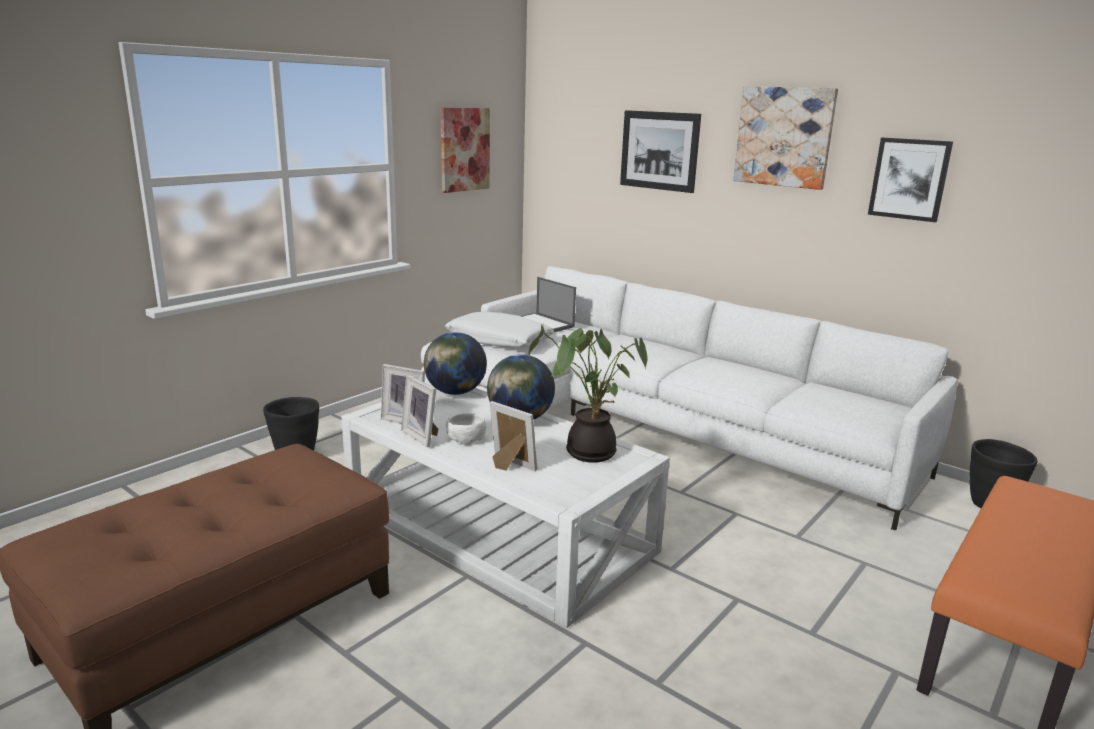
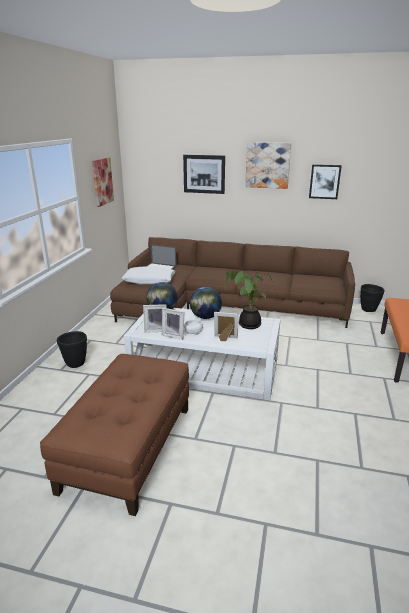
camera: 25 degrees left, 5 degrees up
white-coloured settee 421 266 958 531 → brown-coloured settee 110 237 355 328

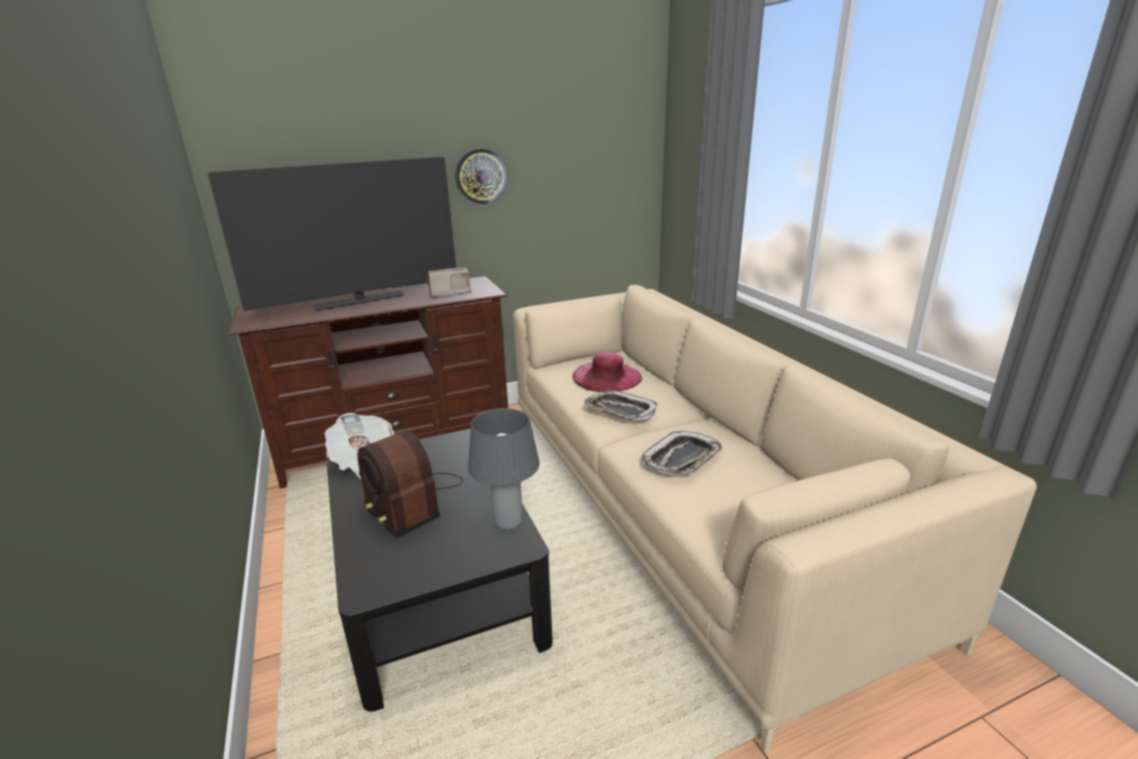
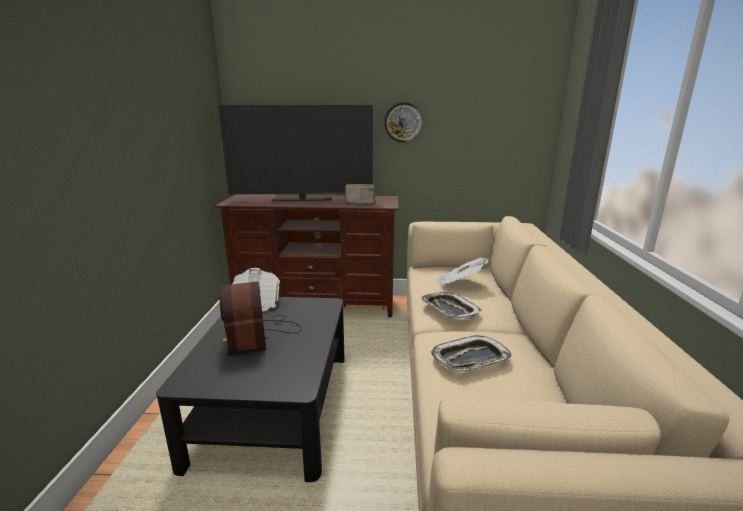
camera: 25 degrees right, 5 degrees down
pink wearable hat 572 352 642 392 → newspaper 437 258 488 286
greyish lamp for a table 468 408 540 530 → -

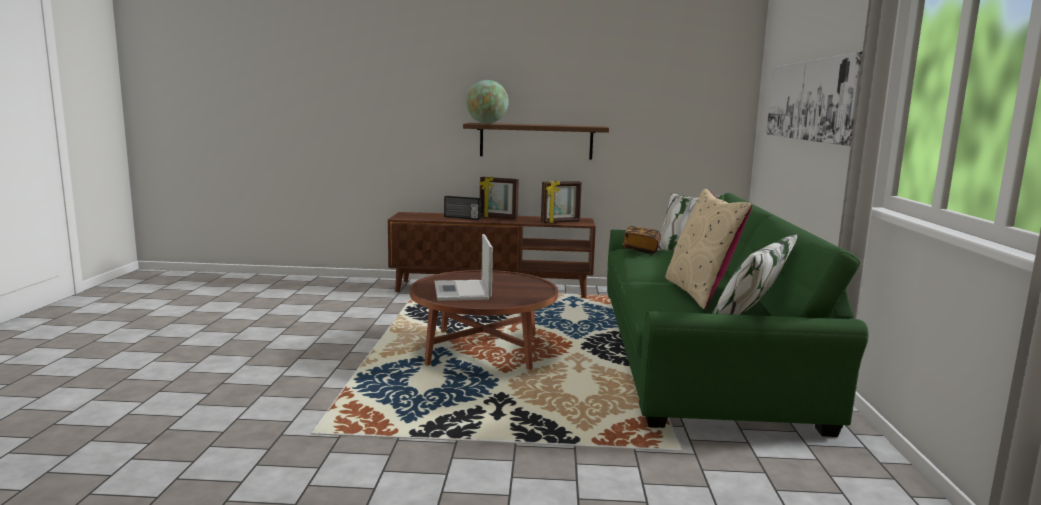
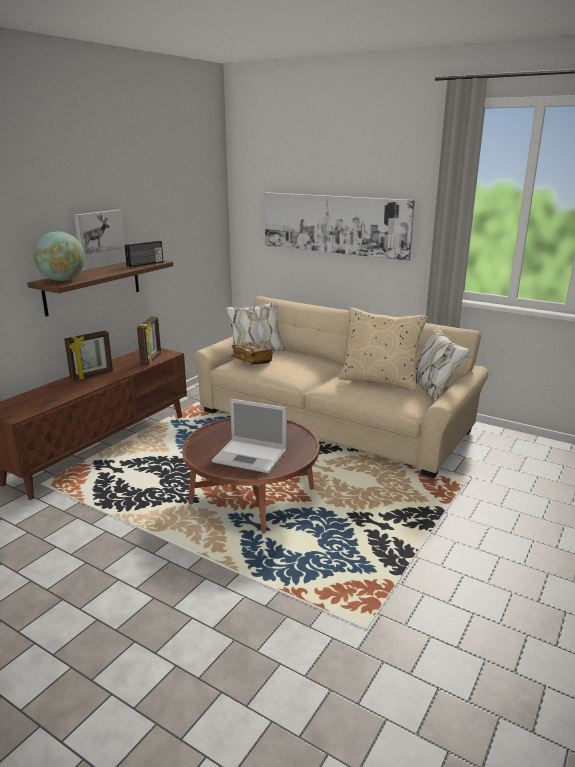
camera: 60 degrees left, 10 degrees up
- → wall art 74 210 125 255
radio 444 196 482 220 → radio 125 241 163 267, move
green-coloured settee 607 193 868 437 → beige settee 193 296 489 478

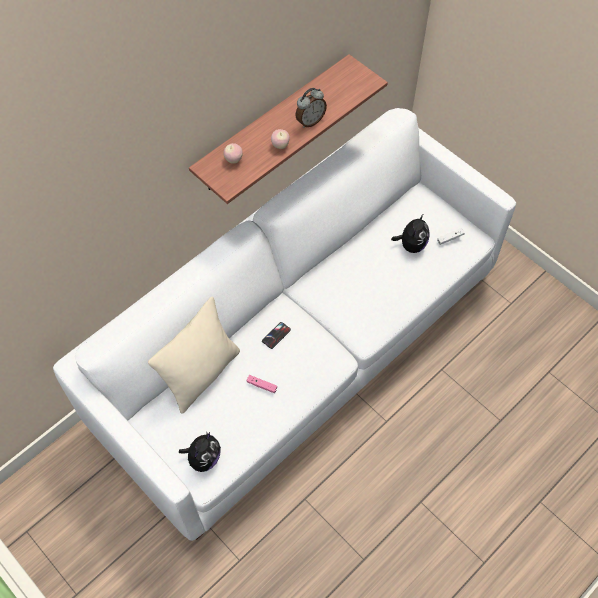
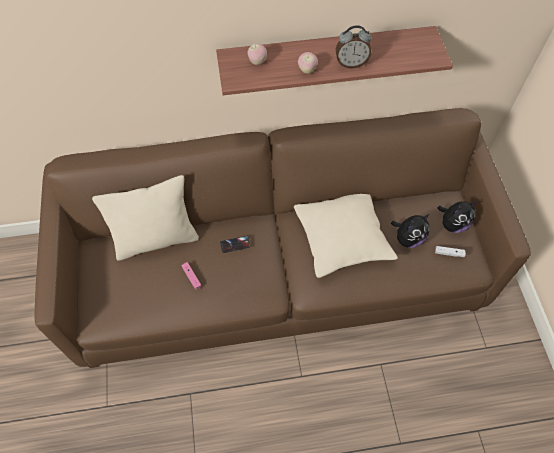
camera: 35 degrees right, 0 degrees up
white-coloured settee 53 108 516 541 → brown-coloured settee 34 108 531 368
- → beige throw pillow 294 194 398 278
plush toy 179 432 221 472 → plush toy 438 201 477 233, move

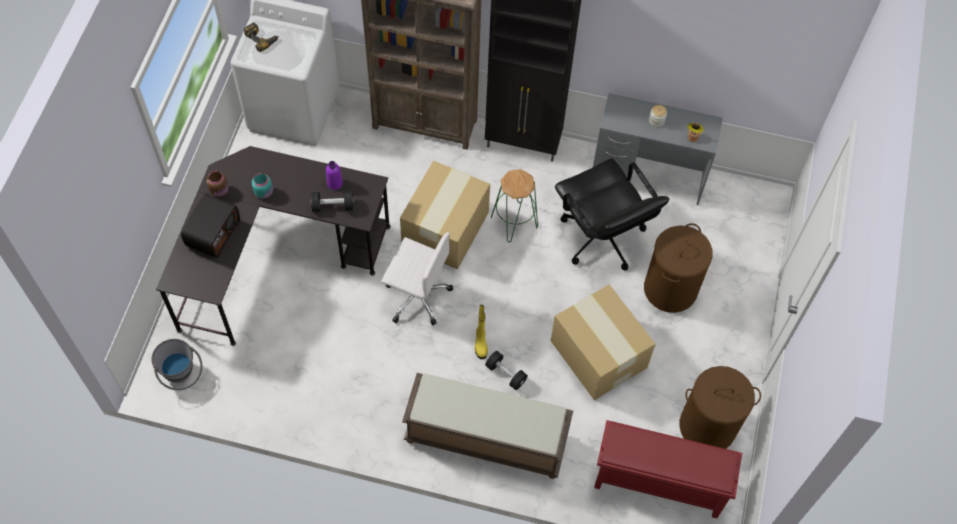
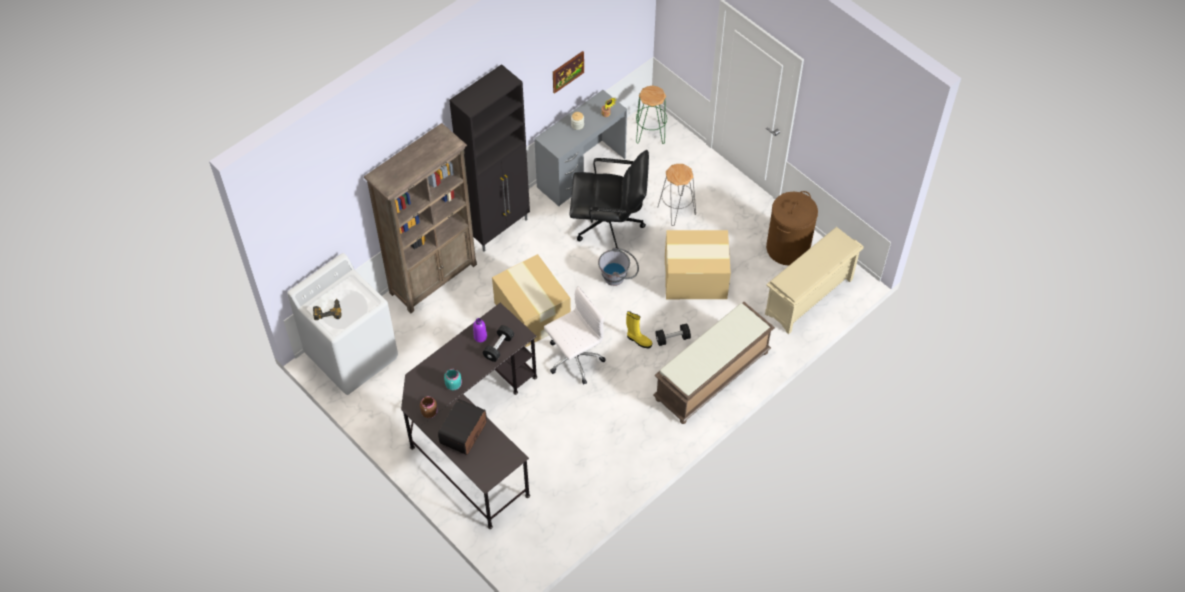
camera: 55 degrees left, 5 degrees down
radio 181 194 240 258 → radio 438 399 486 455, 120 degrees counterclockwise
- → wall art 553 51 584 94
greyish pail 152 339 202 390 → greyish pail 598 247 639 286, move
green-coloured stool seat 491 170 538 242 → green-coloured stool seat 636 86 667 144, move
brown-coloured washing basket 644 223 713 313 → greyish stool seat 657 164 696 226
reddish shoe rack 594 420 742 518 → beige shoe rack 765 227 864 334

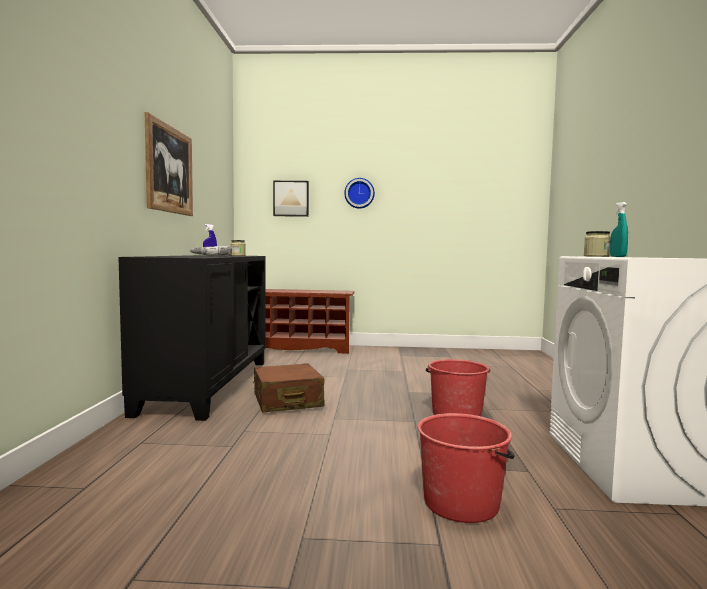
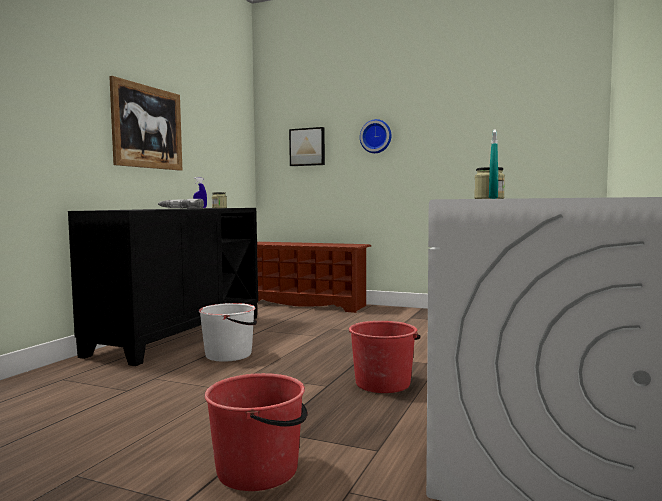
camera: 20 degrees right, 0 degrees up
brown-coloured piece of luggage 253 363 325 413 → white-coloured pail 199 303 257 362

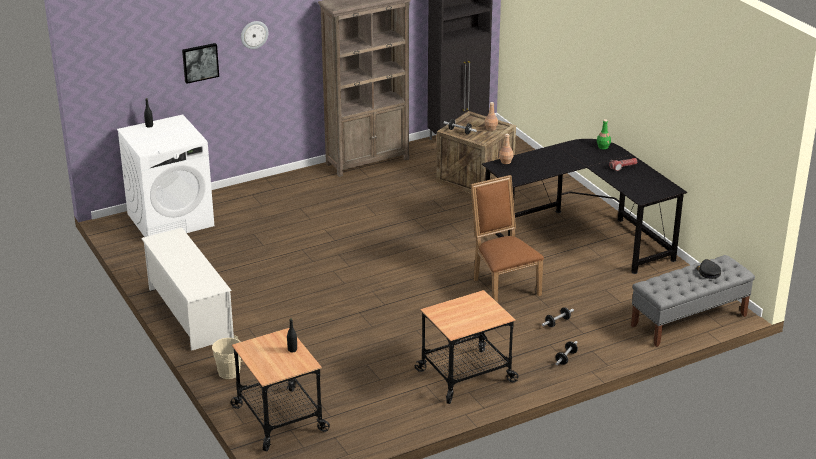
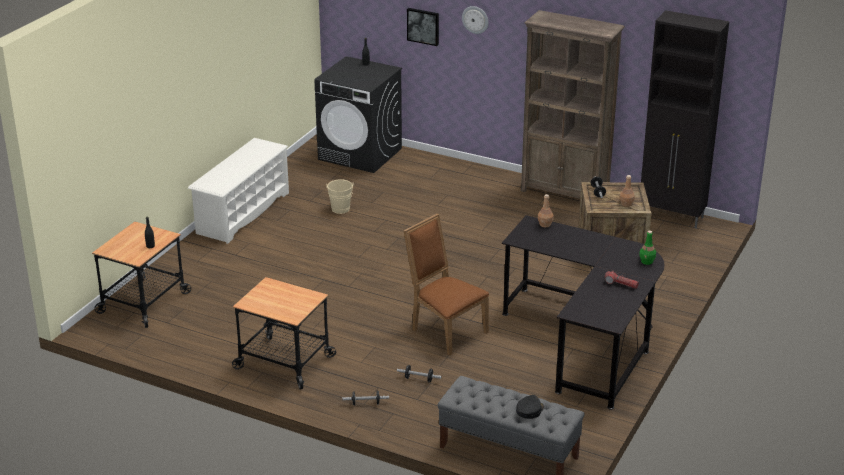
camera: 55 degrees right, 0 degrees up
white-coloured laundry machine 117 115 214 237 → blackish laundry machine 314 56 402 173
beige pail 212 335 242 379 → beige pail 326 180 354 214, move
brown-coloured upright chair 471 175 544 303 → brown-coloured upright chair 404 213 489 356, 75 degrees counterclockwise

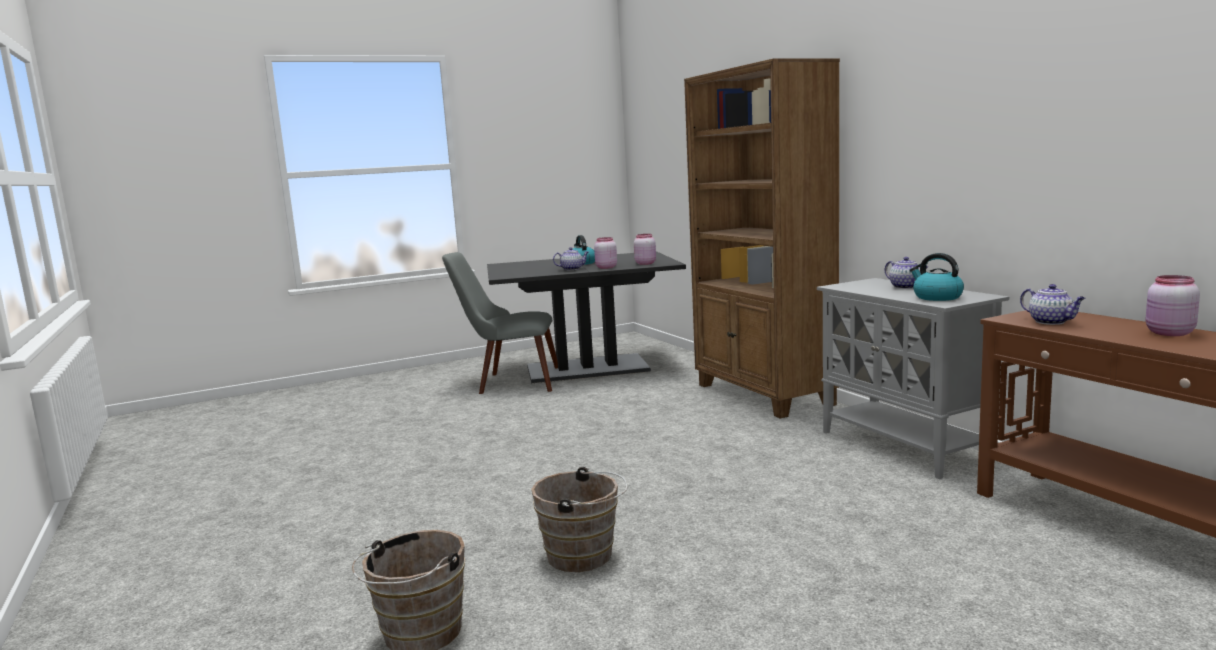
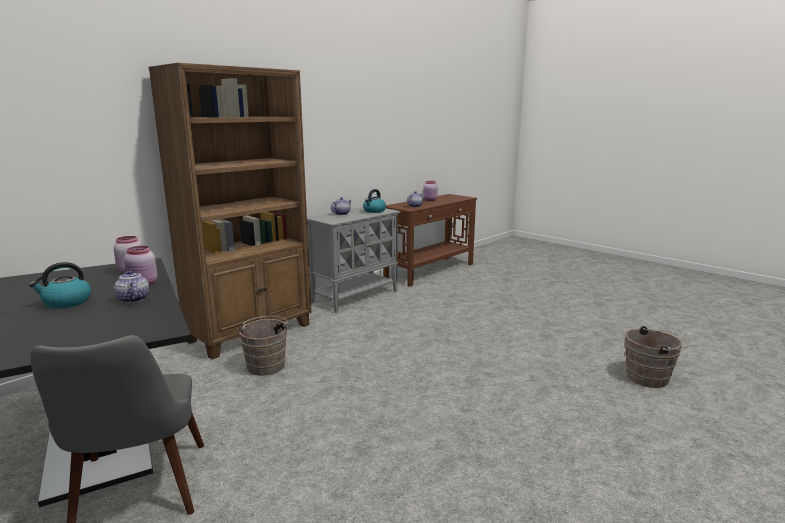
camera: 110 degrees left, 5 degrees up
brown-coloured pail 531 467 627 572 → brown-coloured pail 237 316 290 376, move

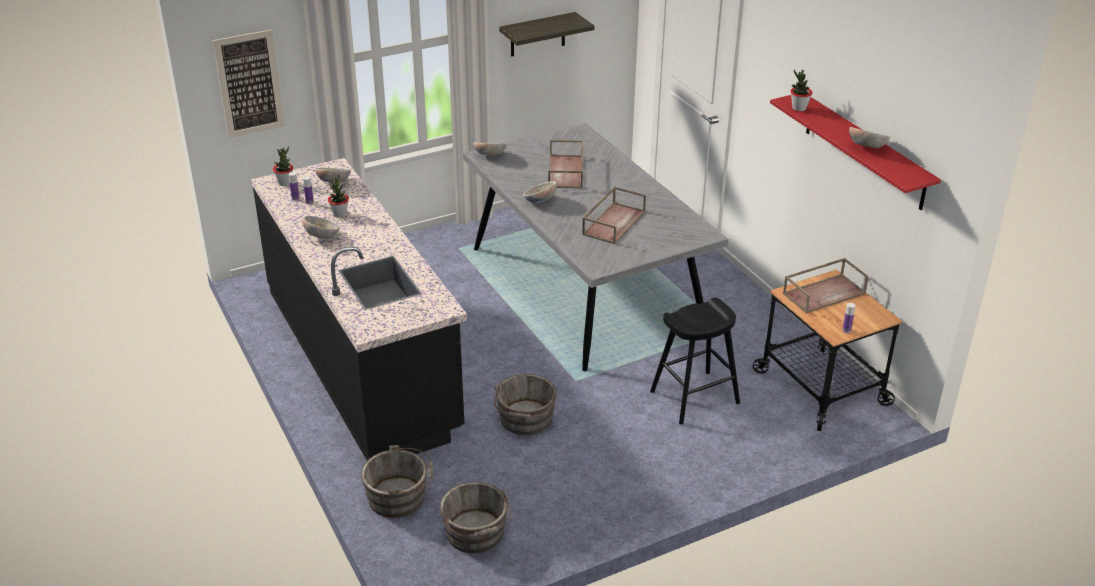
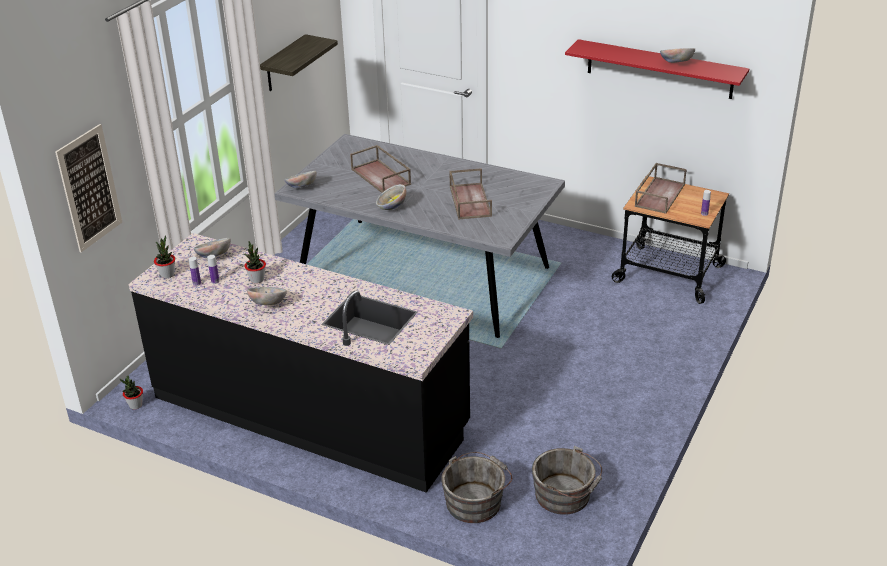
camera: 35 degrees left, 0 degrees up
houseplant 791 70 812 111 → houseplant 120 376 143 409, move
greyish pail 494 374 557 435 → -
blackish stool seat 650 298 740 424 → -

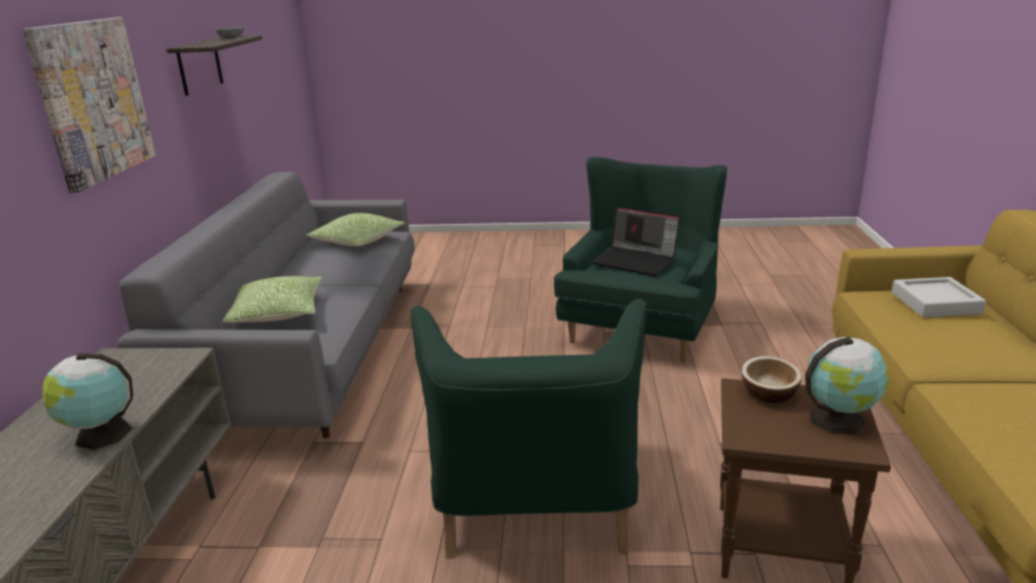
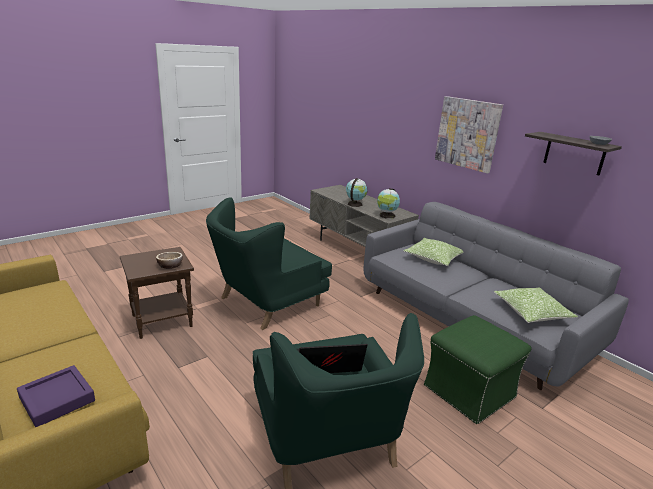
camera: 135 degrees right, 0 degrees up
greyish tray 892 277 986 318 → purple tray 17 365 95 427
green-coloured easy chair 410 299 647 559 → green-coloured easy chair 206 197 332 330, 90 degrees counterclockwise
desk globe 805 337 890 434 → desk globe 377 188 400 219, move
- → green-coloured pouffe 424 315 532 424

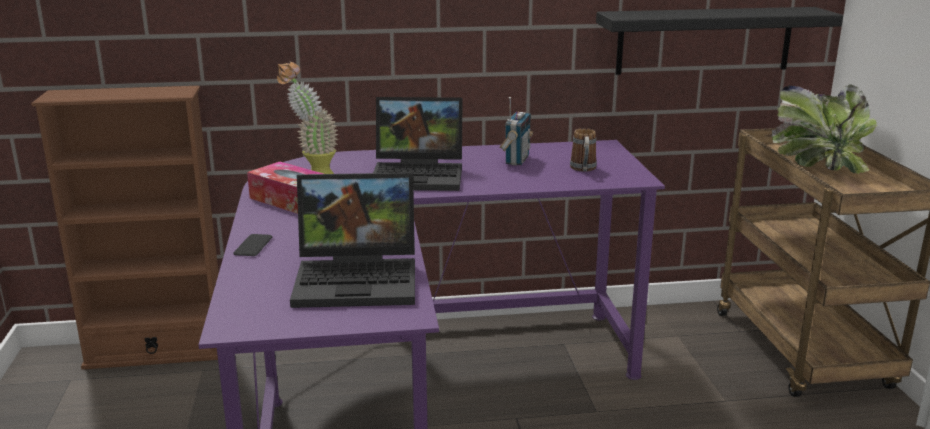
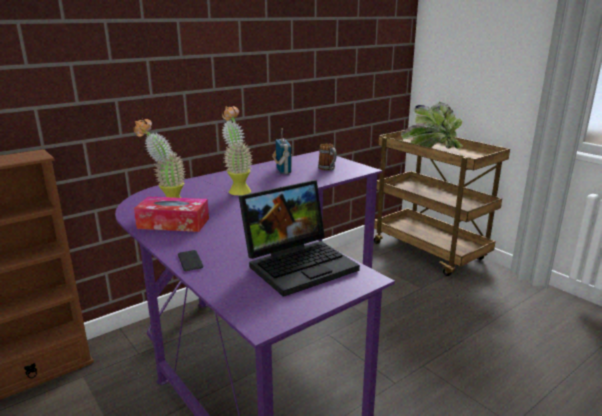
camera: 30 degrees left, 0 degrees up
portable computer 373 97 463 191 → houseplant 222 106 253 195
blackish bracket shelf 596 7 843 75 → -

